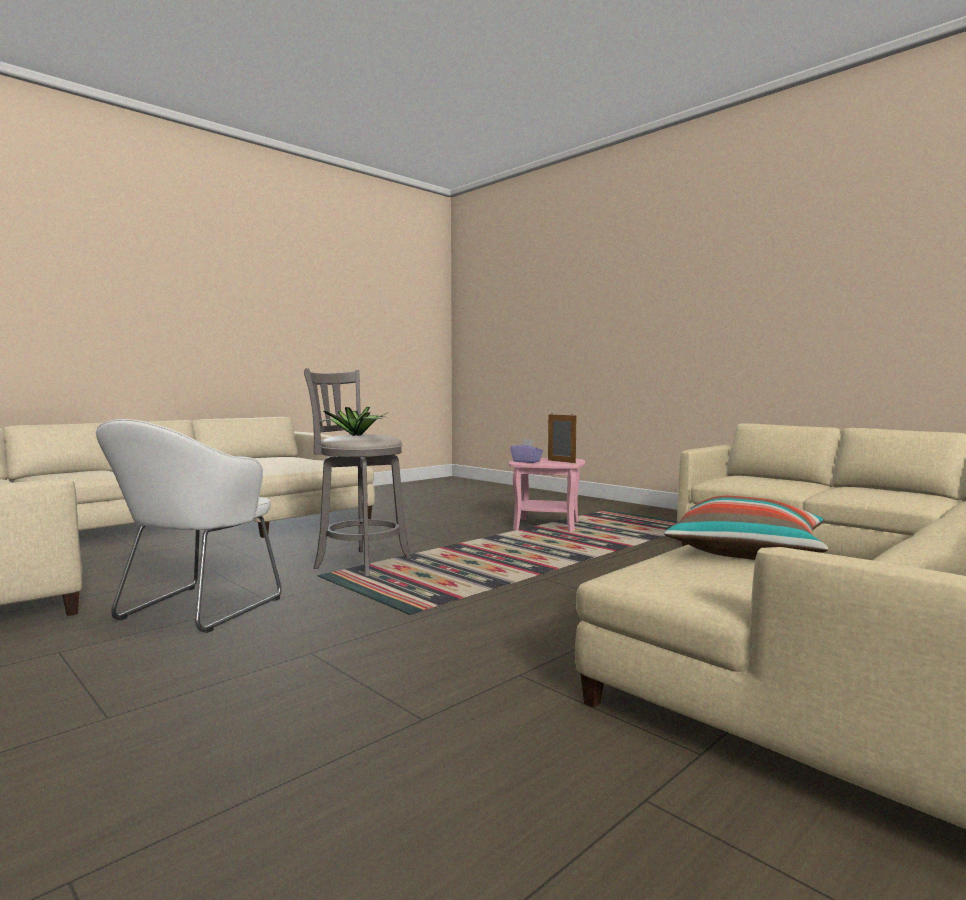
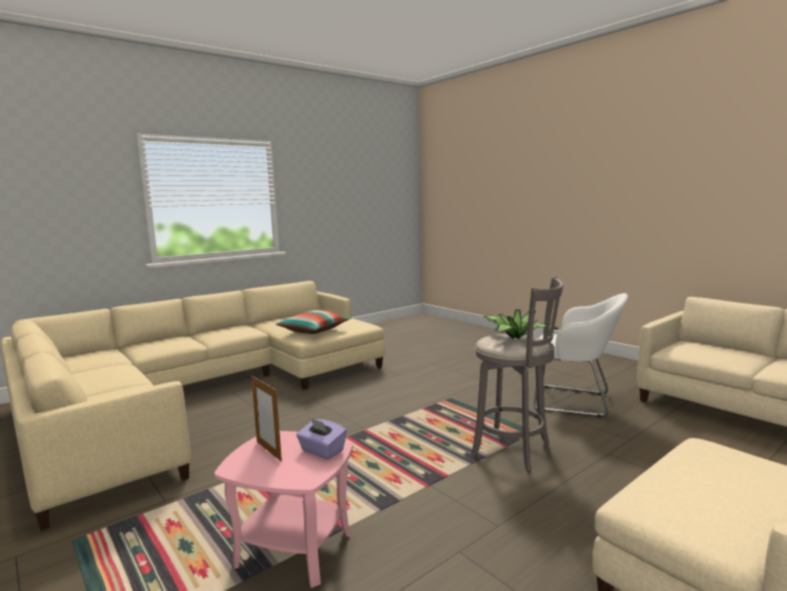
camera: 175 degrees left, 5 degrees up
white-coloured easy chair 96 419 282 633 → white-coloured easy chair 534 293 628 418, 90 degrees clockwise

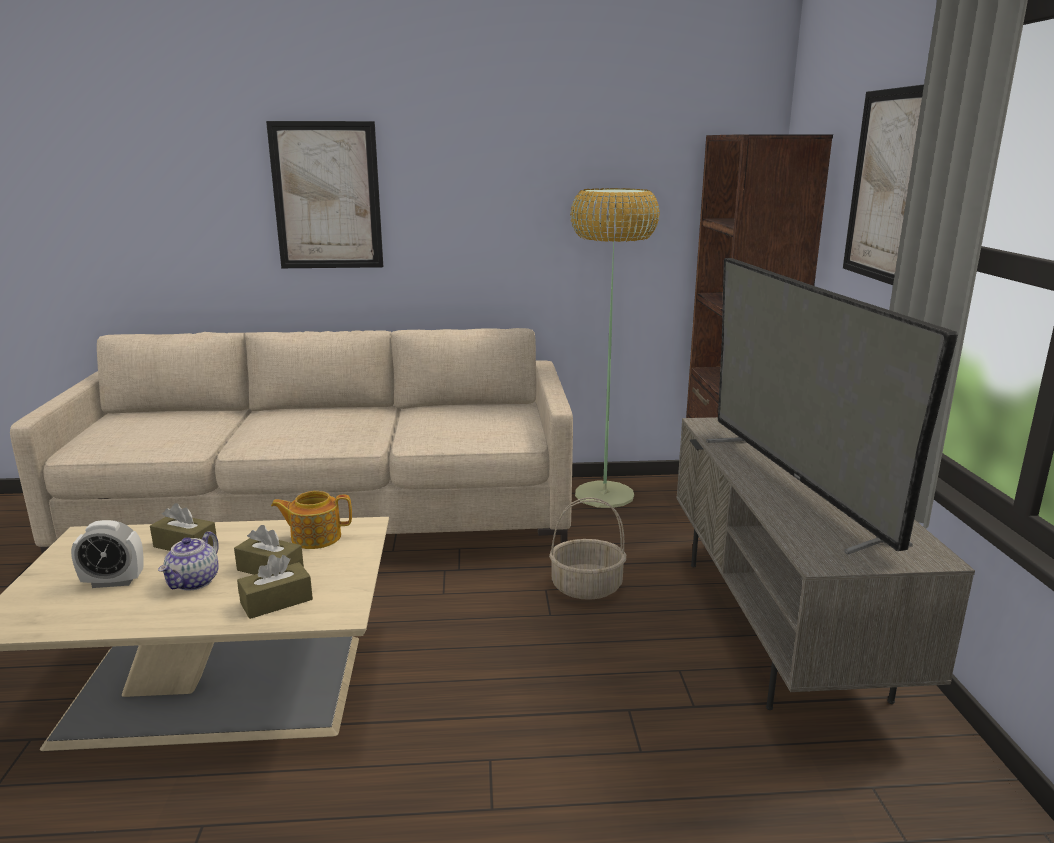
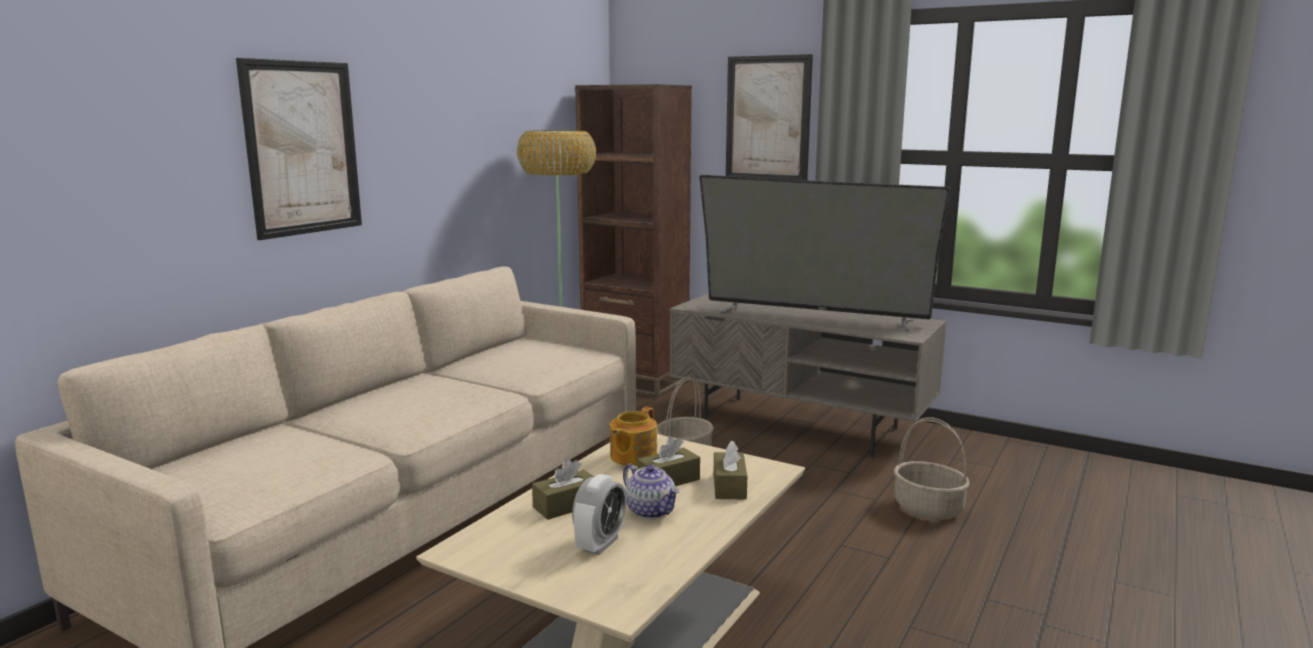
camera: 55 degrees left, 5 degrees down
- → household basket 894 417 970 520

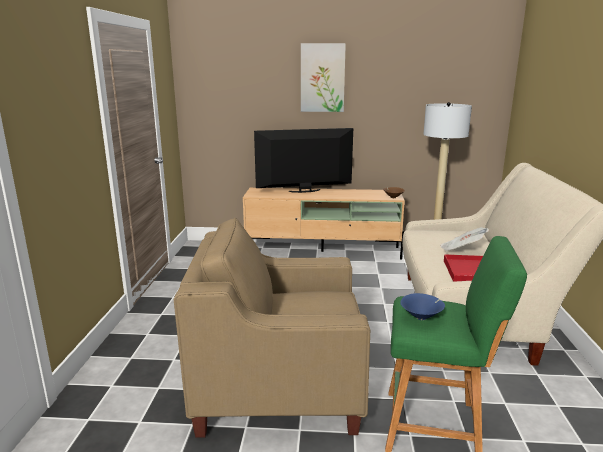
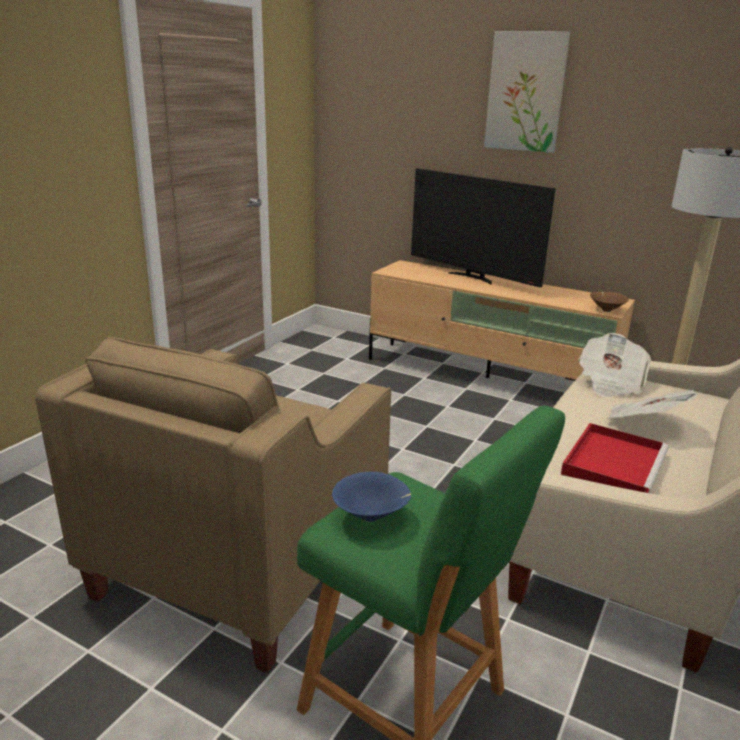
camera: 25 degrees right, 5 degrees up
beige easy chair 174 218 370 438 → beige easy chair 35 337 391 673, 90 degrees counterclockwise
television 254 128 353 193 → television 411 168 555 287, 150 degrees counterclockwise
- → newspaper 578 333 651 397

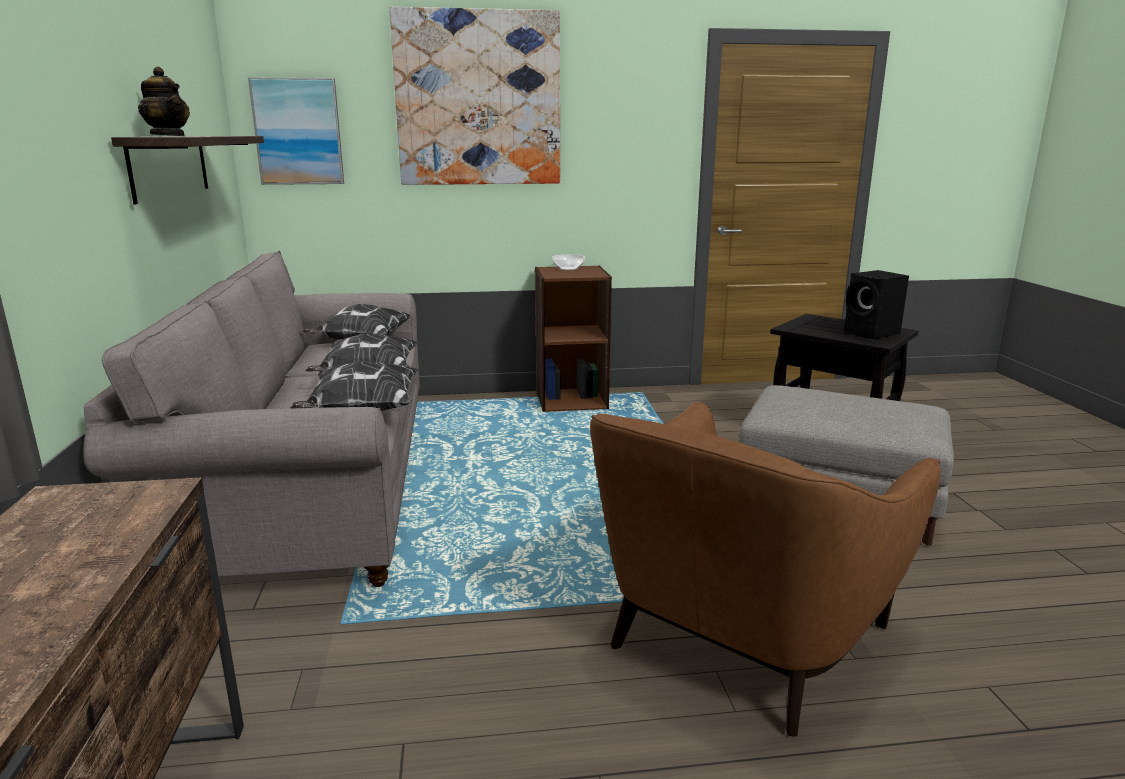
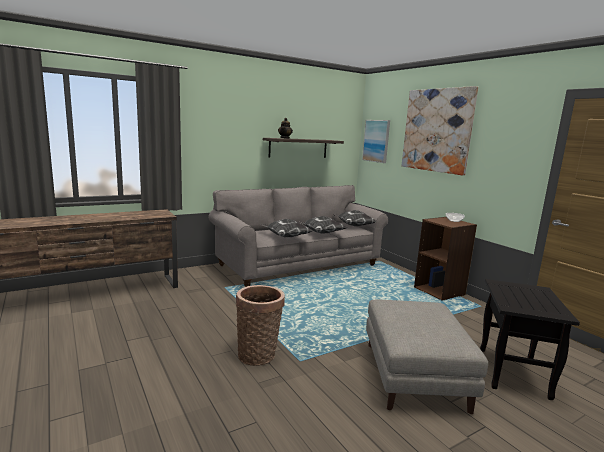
camera: 65 degrees right, 5 degrees down
brown-coloured easy chair 590 402 940 736 → household basket 236 285 285 366
blackish loudspeaker 844 270 909 339 → -

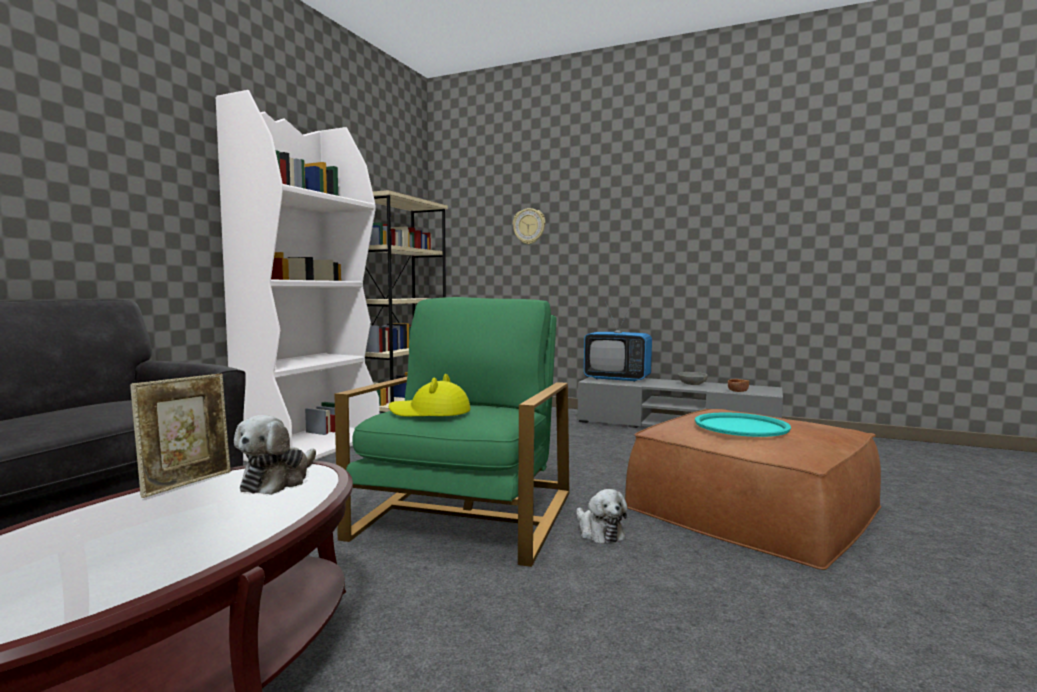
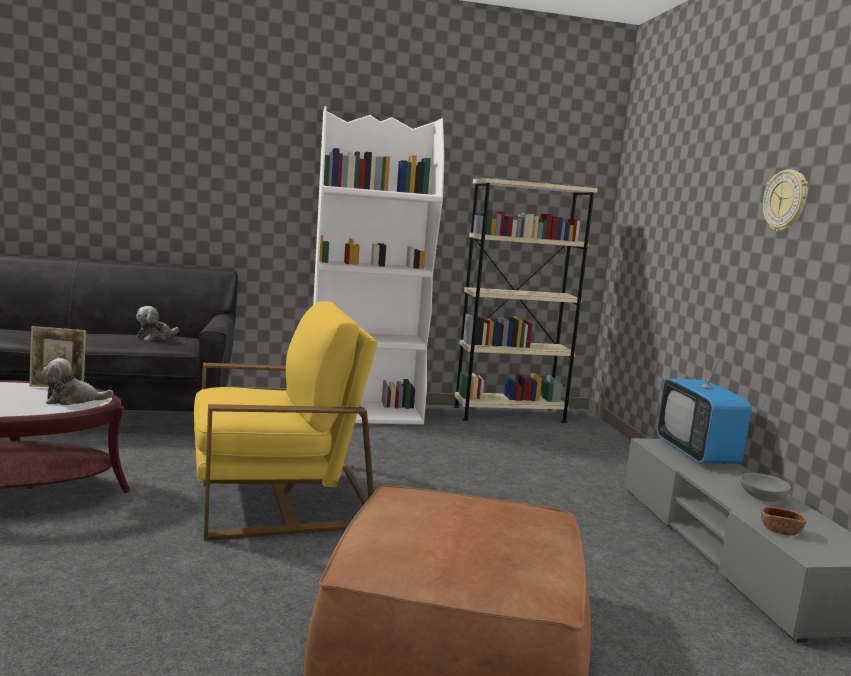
camera: 55 degrees right, 5 degrees up
plush toy 576 489 628 544 → plush toy 136 306 179 341, move
green-coloured easy chair 335 297 569 567 → yellowish easy chair 194 301 377 541
clock on the wall 513 208 546 244 → clock on the wall 763 169 808 232, move
yellowish wearable hat 389 374 471 416 → -
blue-green tray 695 412 791 437 → -

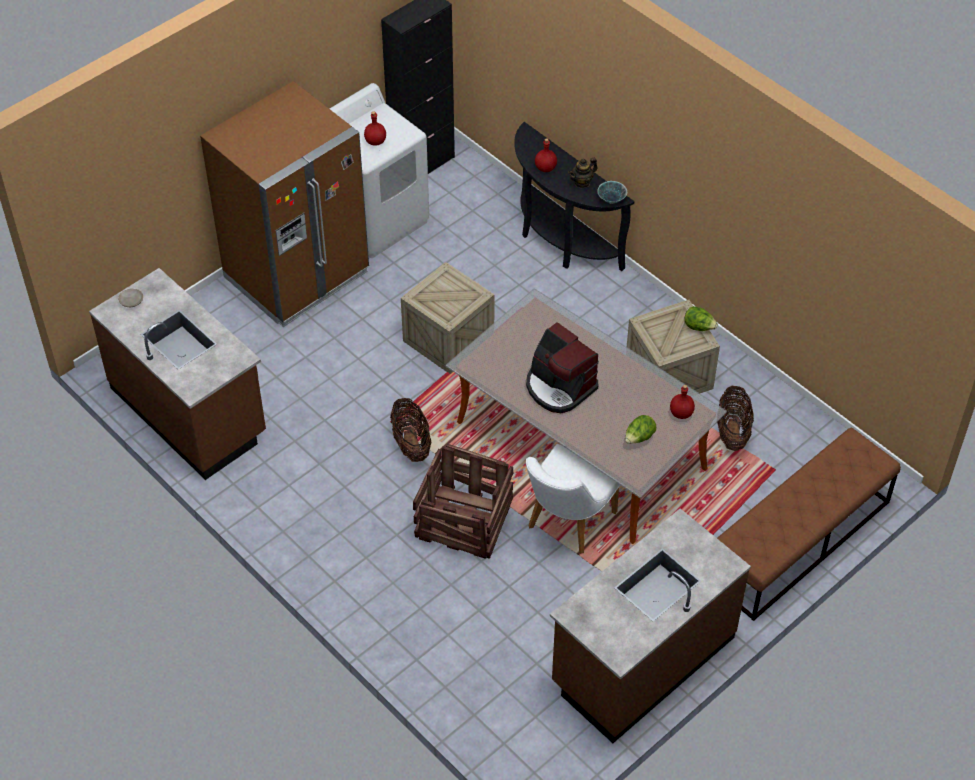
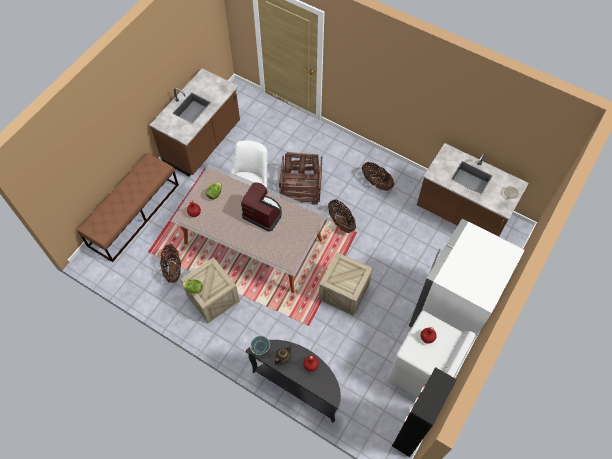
camera: 165 degrees right, 10 degrees up
- → household basket 362 162 394 191
brown-coloured kitchen fridge 200 81 369 327 → white-coloured kitchen fridge 409 219 525 346

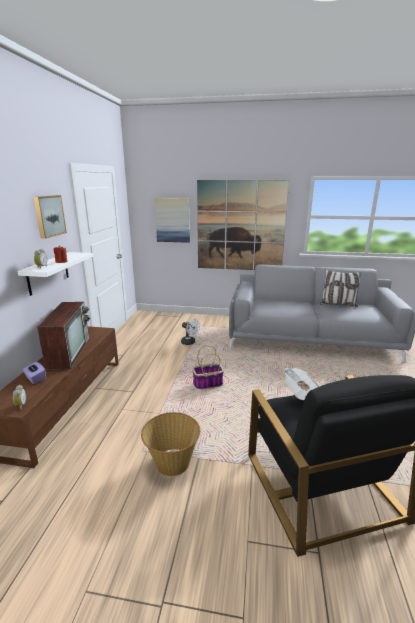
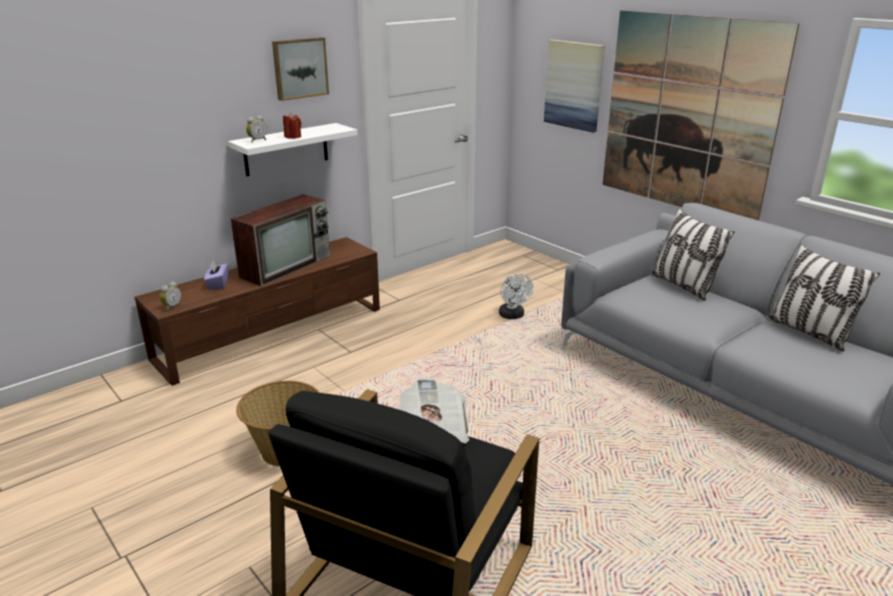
camera: 40 degrees right, 5 degrees up
- → throw pillow 651 209 735 301
household basket 192 346 224 389 → -

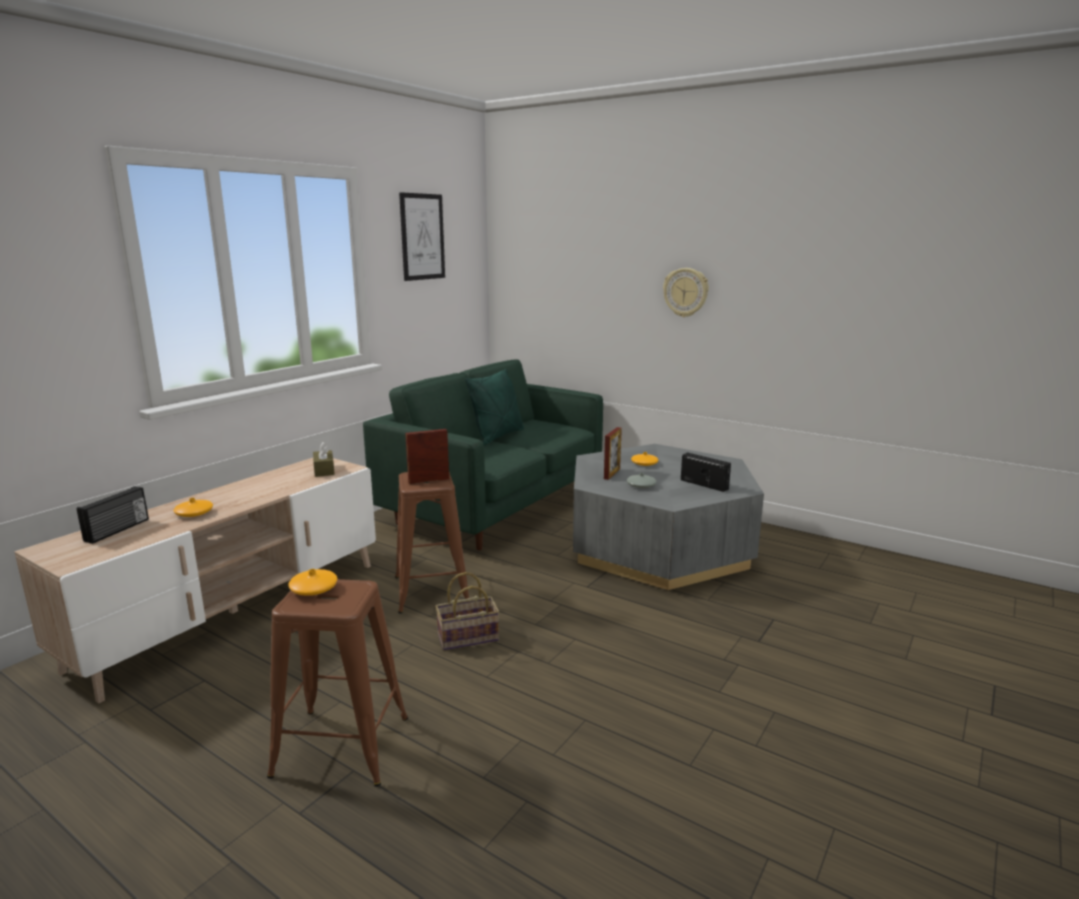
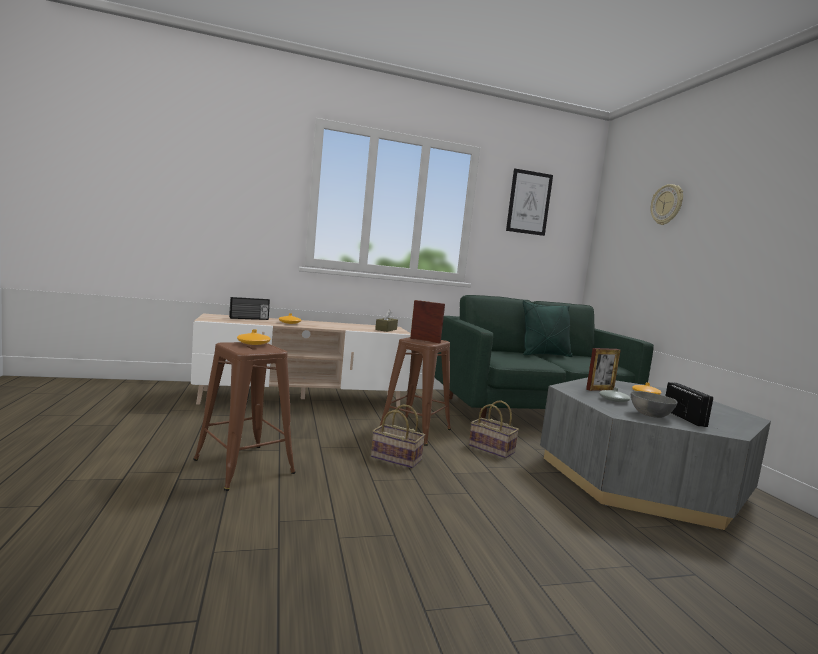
camera: 40 degrees right, 10 degrees down
- → household basket 469 400 519 458
- → greyish serving bowl 631 391 678 418
clock on the wall 663 268 709 317 → clock on the wall 650 184 683 225, move

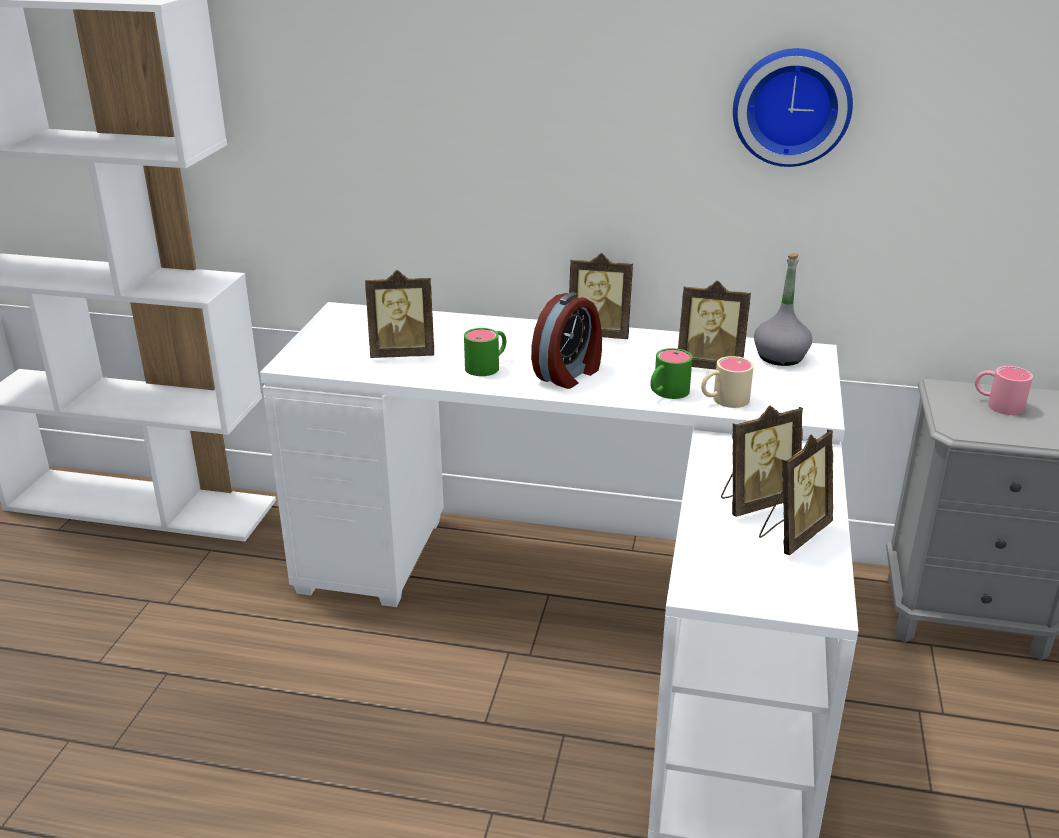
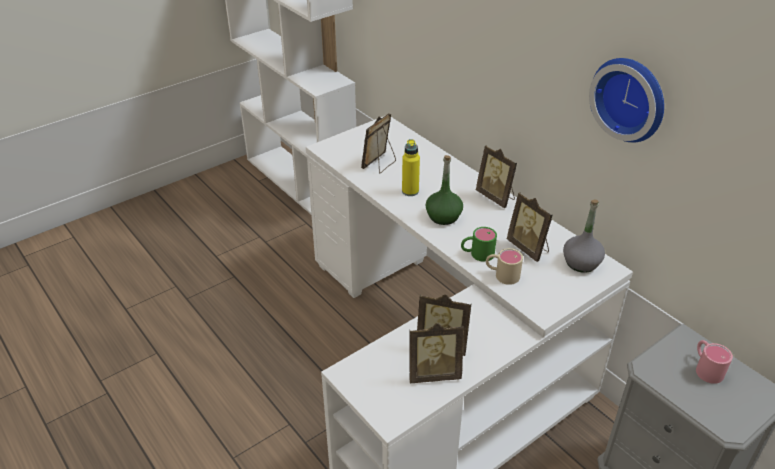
camera: 40 degrees right, 10 degrees up
picture frame 365 270 434 358 → picture frame 361 113 396 173, 90 degrees clockwise
green-coloured tea mug 464 328 506 376 → yellowish drink bottle 402 139 420 196
table clock 531 292 602 389 → green-coloured drink bottle 425 155 463 225

